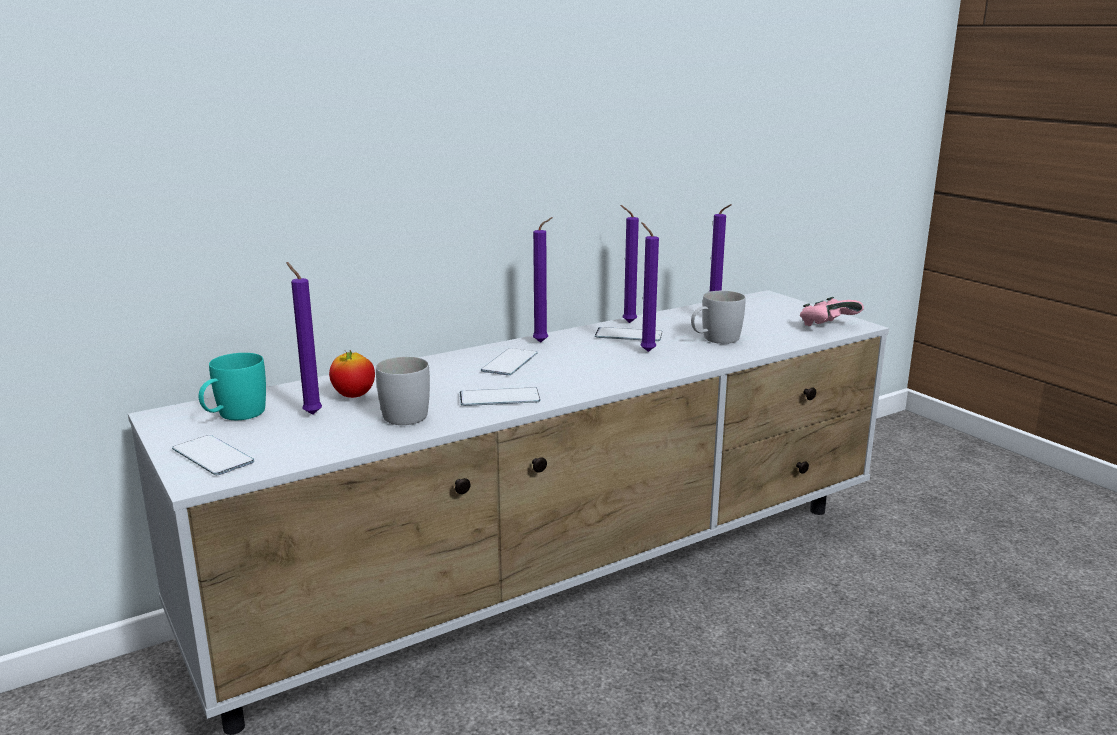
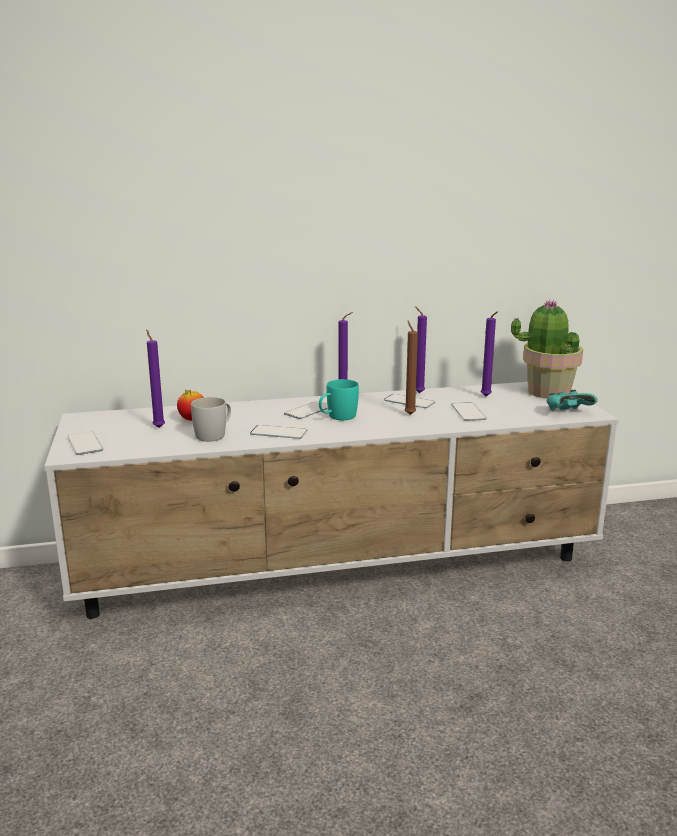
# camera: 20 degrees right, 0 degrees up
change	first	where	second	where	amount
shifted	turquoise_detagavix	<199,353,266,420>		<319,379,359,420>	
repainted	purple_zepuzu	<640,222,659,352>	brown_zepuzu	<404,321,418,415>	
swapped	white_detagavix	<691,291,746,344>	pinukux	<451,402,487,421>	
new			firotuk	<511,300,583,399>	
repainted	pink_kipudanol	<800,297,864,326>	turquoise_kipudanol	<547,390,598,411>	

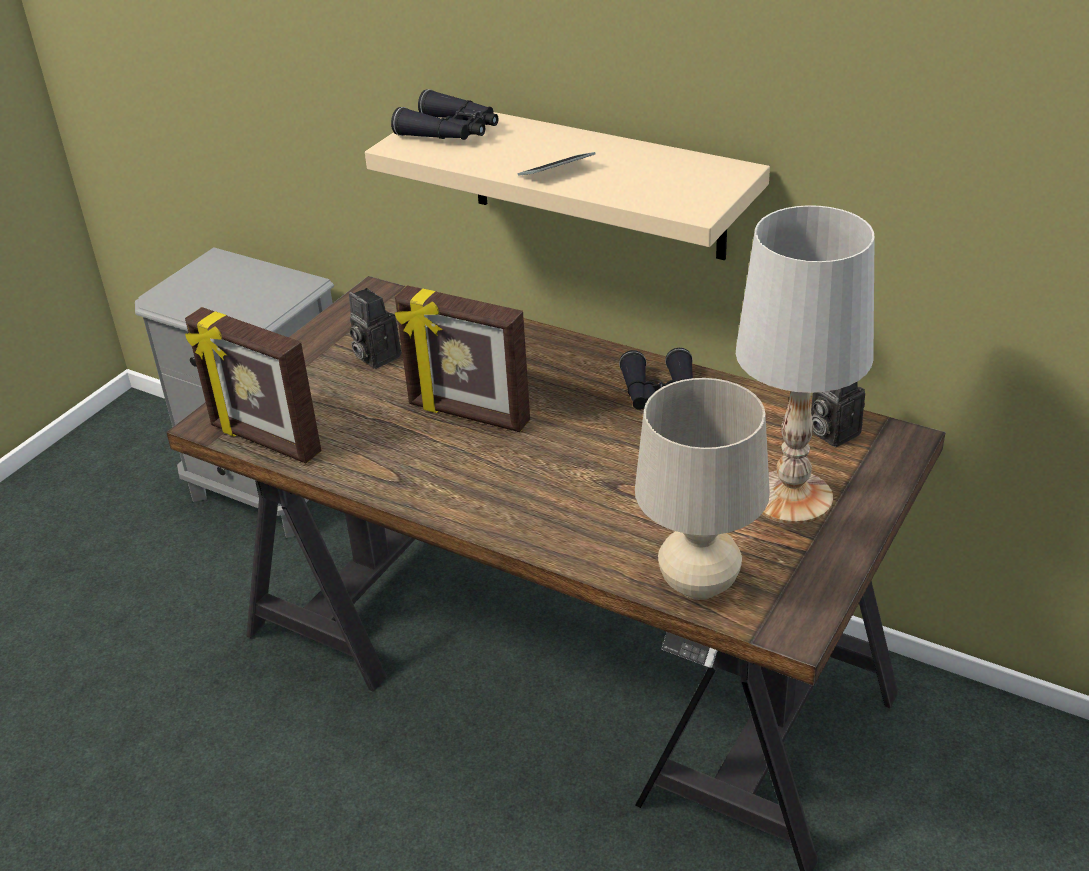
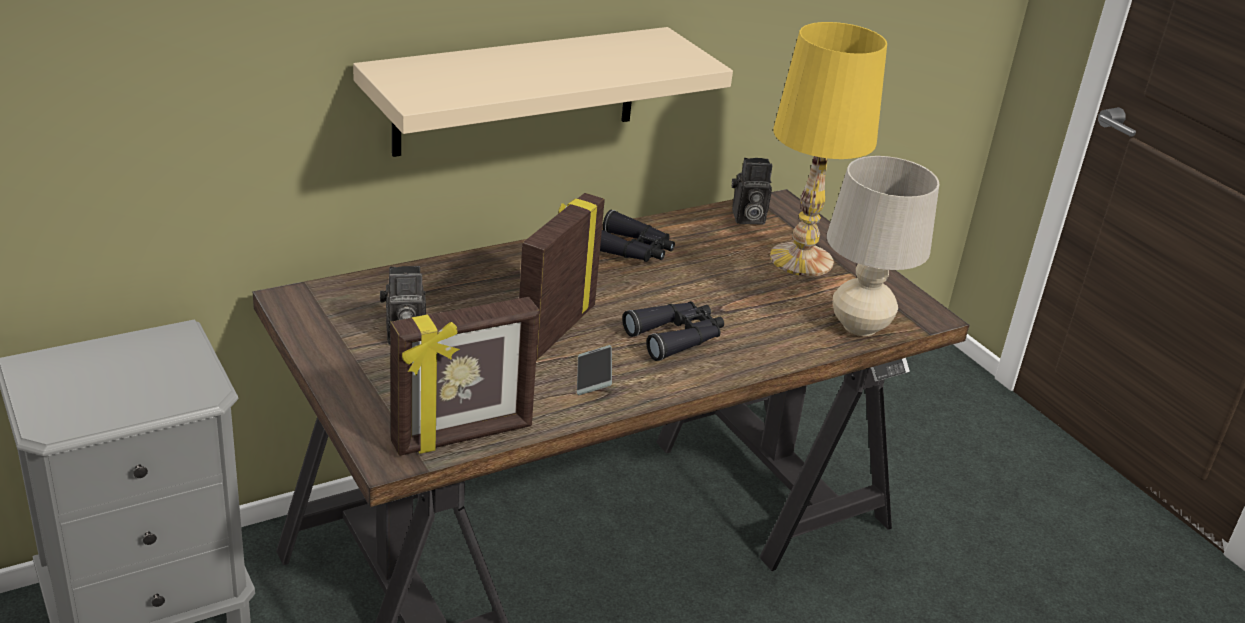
# camera: 65 degrees left, 5 degrees down
change	first	where	second	where	amount
rotated	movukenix	<395,285,530,432>		<519,193,605,361>	150 degrees clockwise
shifted	pinukux	<518,152,595,176>		<577,345,612,395>	
shifted	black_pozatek	<391,89,498,140>		<622,301,724,361>	
repainted	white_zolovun	<736,205,875,524>	yellow_zolovun	<770,22,887,276>	

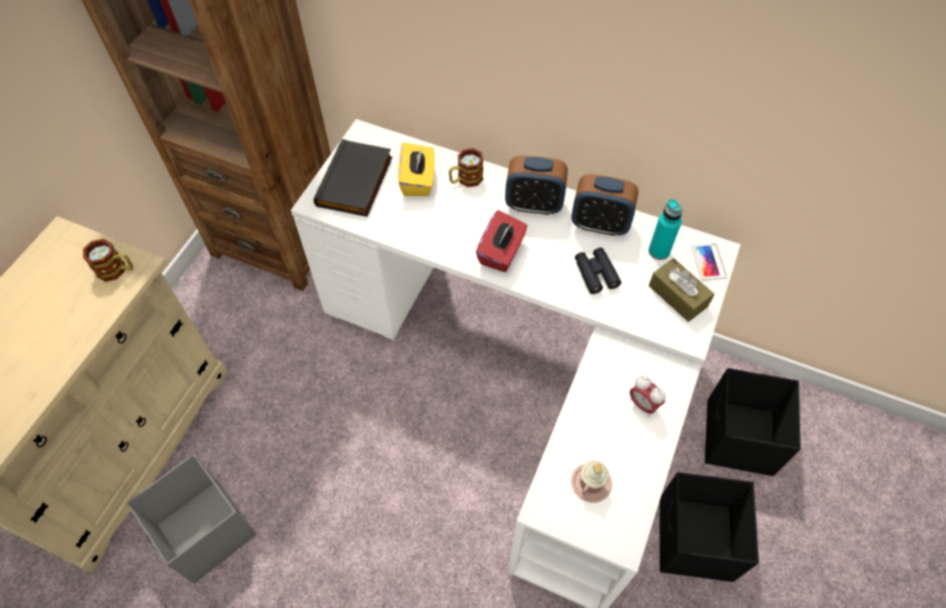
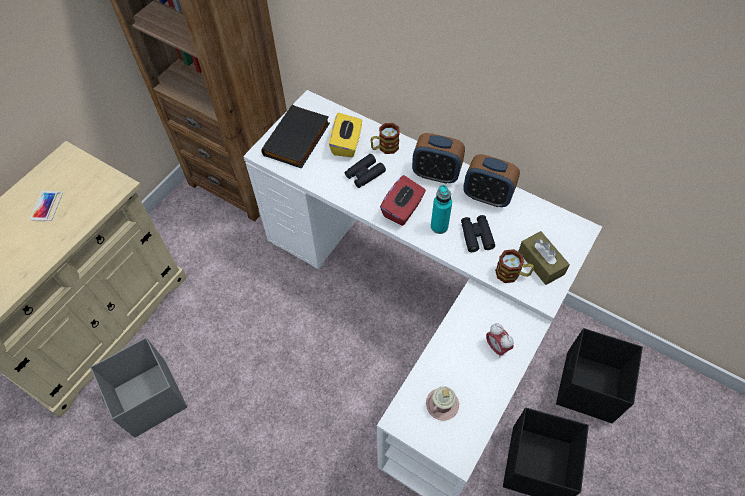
# camera: 10 degrees right, 0 degrees up
change	first	where	second	where	amount
shifted	pinukux	<691,243,728,281>		<30,191,63,221>	
new			black_pozatek	<345,154,386,188>	
shifted	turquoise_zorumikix	<649,199,682,260>		<431,185,452,234>	
shifted	detagavix	<83,239,133,282>		<495,249,534,283>	

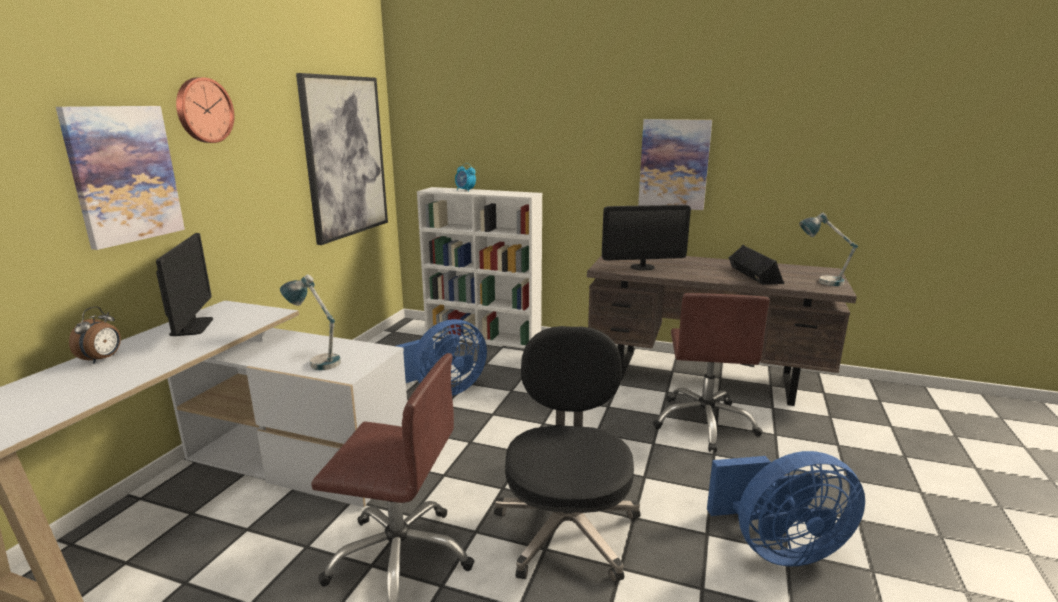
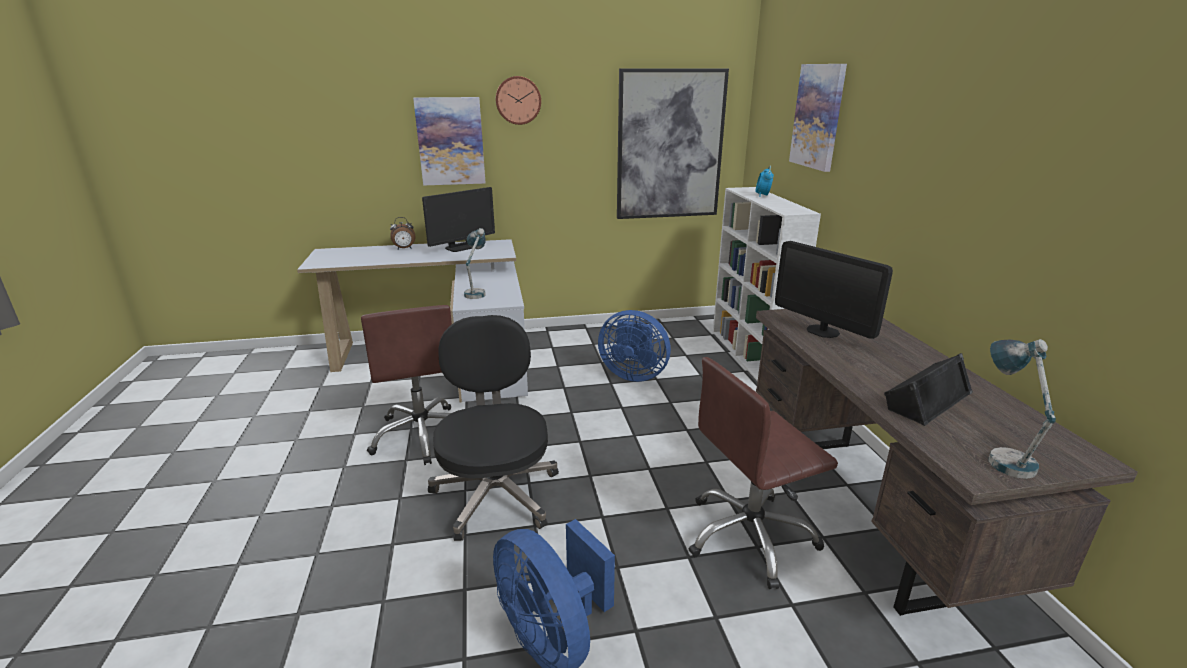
# camera: 60 degrees right, 5 degrees up
change	first	where	second	where	amount
rotated	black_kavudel	<494,326,641,583>		<428,315,559,541>	75 degrees counterclockwise
shifted	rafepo	<638,119,712,210>		<789,64,847,172>	

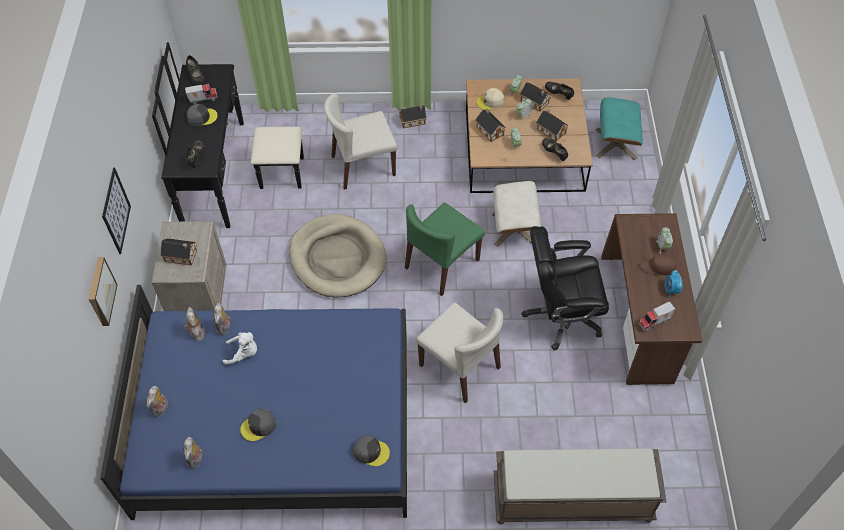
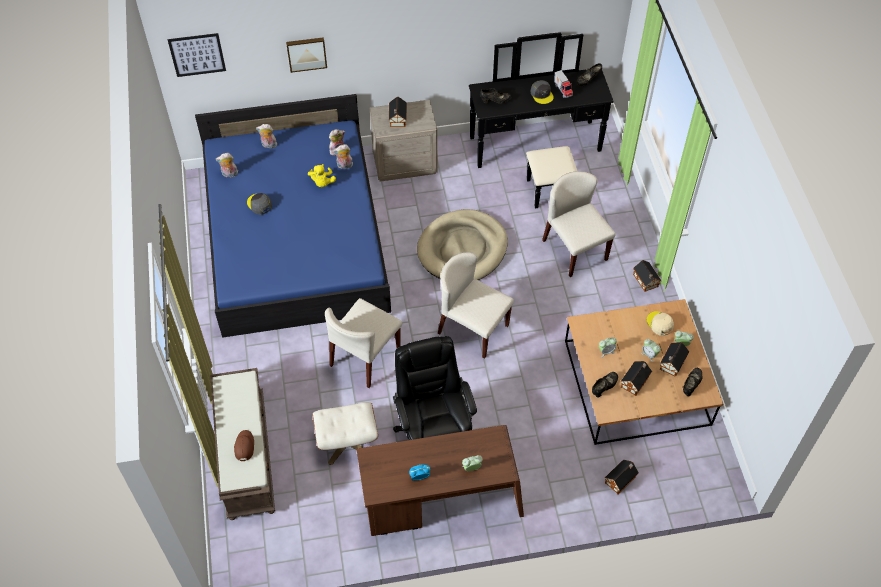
# camera: 80 degrees right, 0 degrees up
change	first	where	second	where	amount
shifted	rafepo	<102,167,131,254>		<168,33,226,77>	
shifted	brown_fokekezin	<640,255,676,275>		<234,430,254,461>	
repainted	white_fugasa	<223,332,257,365>	yellow_fugasa	<308,164,336,187>	
shifted	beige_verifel	<492,181,541,247>		<312,402,378,466>	
repainted	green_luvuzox	<405,203,485,296>	beige_luvuzox	<438,252,514,358>	
shifted	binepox	<475,109,506,142>		<605,460,639,494>	
gone	grey_fokekezin	<353,435,390,466>			
gone	turquoise_verifel	<595,97,643,160>			
gone	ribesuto	<638,302,675,331>			

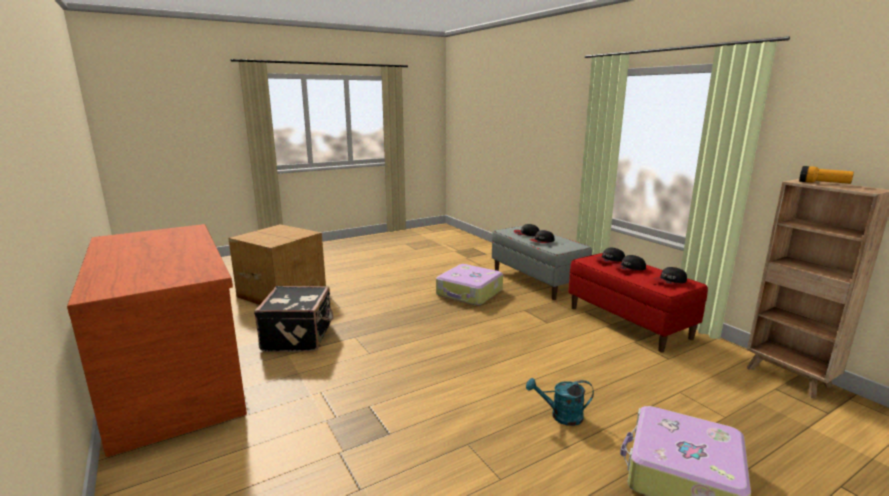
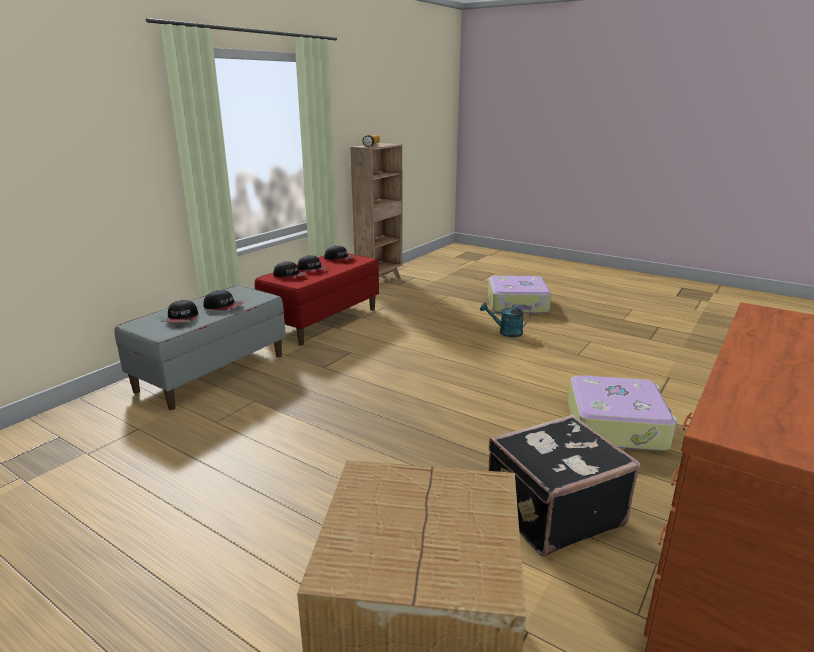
# camera: 115 degrees left, 5 degrees up
change	first	where	second	where	amount
rotated	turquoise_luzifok	<526,378,594,426>		<480,302,530,337>	120 degrees clockwise
shifted	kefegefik	<436,264,503,306>		<568,375,677,451>	

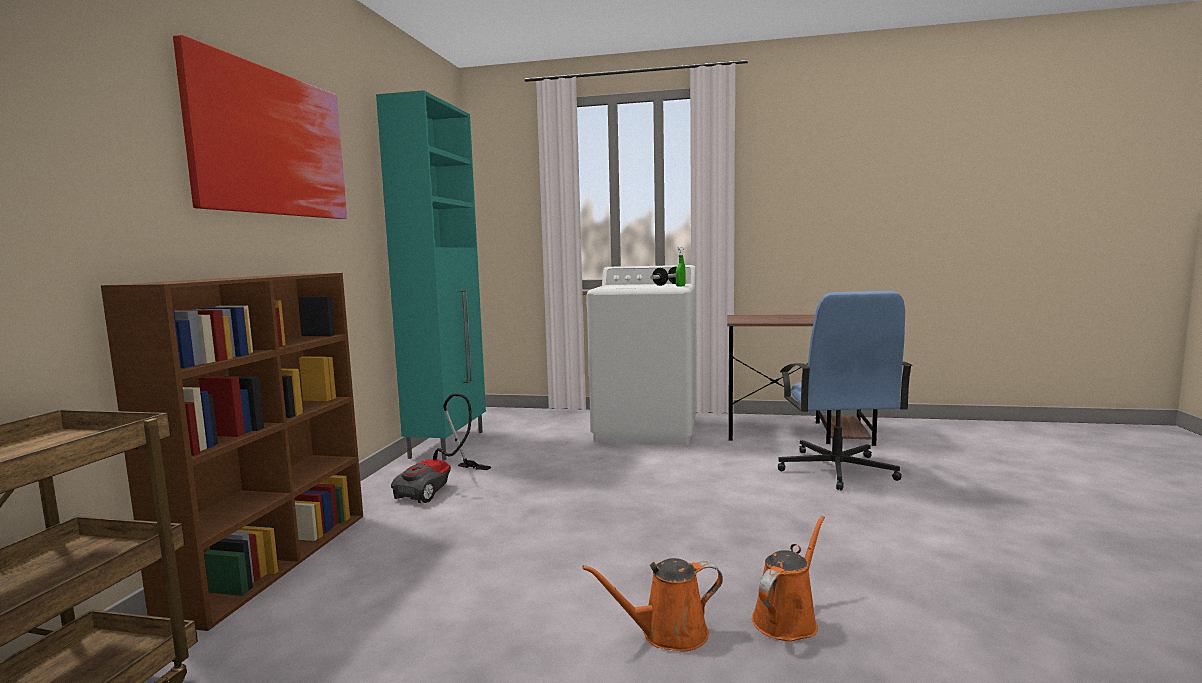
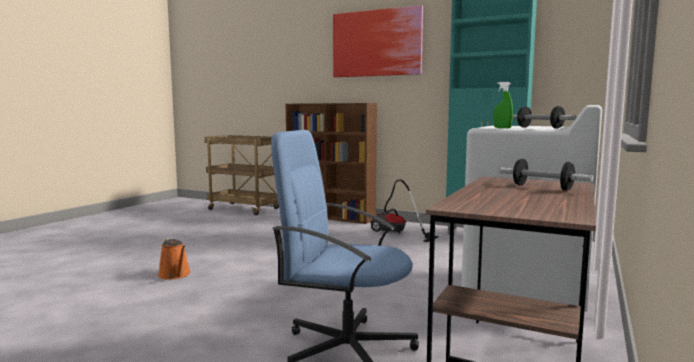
# camera: 105 degrees right, 0 degrees up
change	first	where	second	where	amount
new			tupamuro	<499,159,594,191>	
gone	orange_luzifok	<582,558,723,652>			

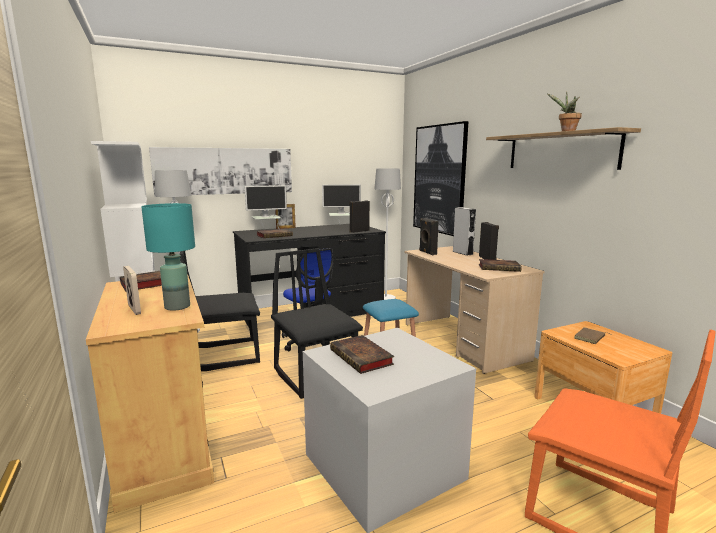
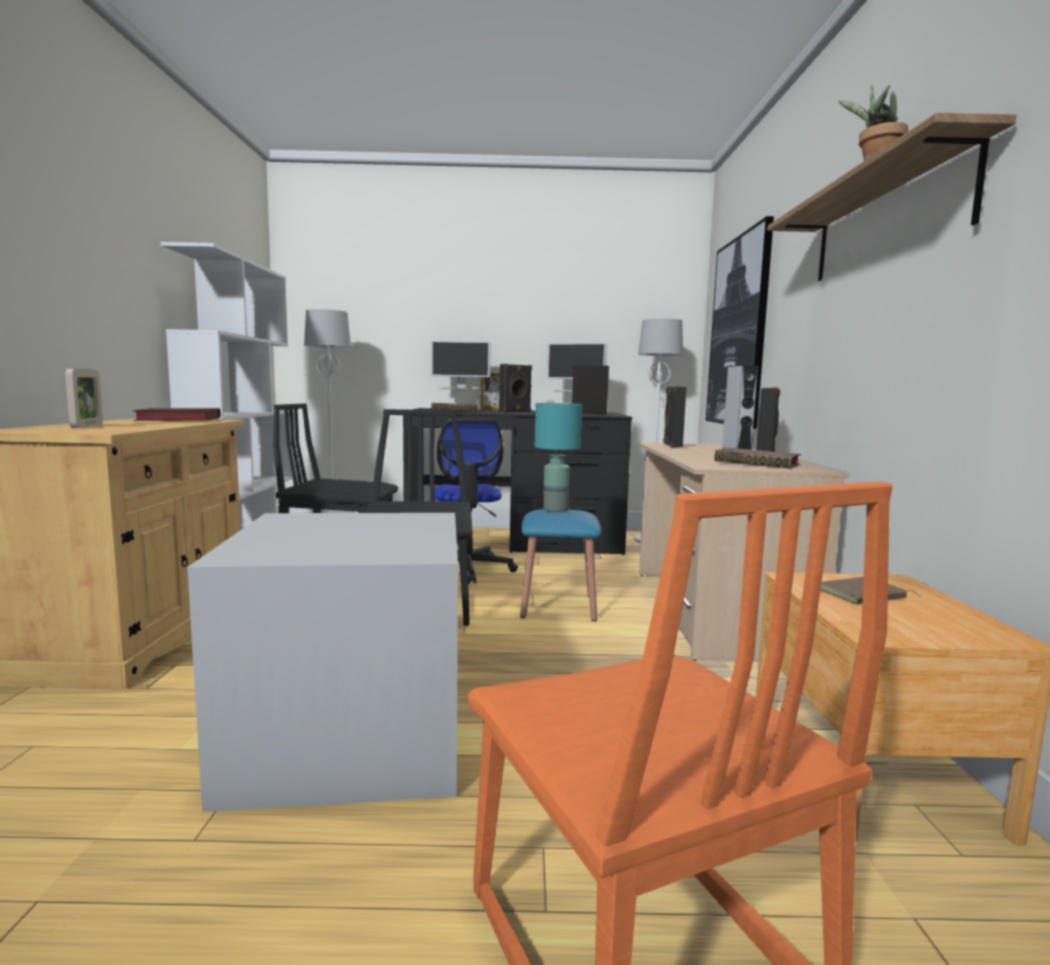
# camera: 25 degrees right, 5 degrees down
change	first	where	second	where	amount
new			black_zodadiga	<499,364,532,412>	
shifted	turquoise_zolovun	<141,203,195,311>		<535,403,582,512>	
gone	rafepo	<149,147,292,196>			
gone	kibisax	<330,335,394,374>			

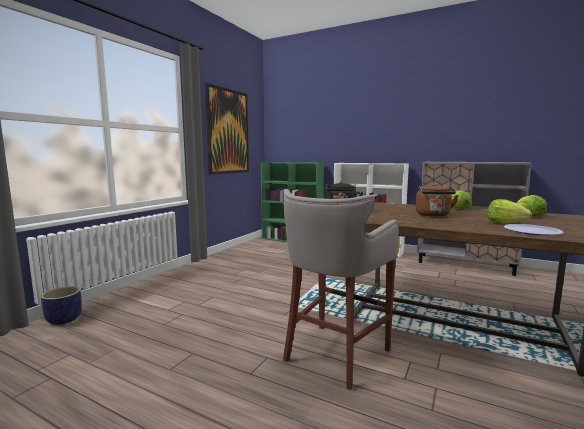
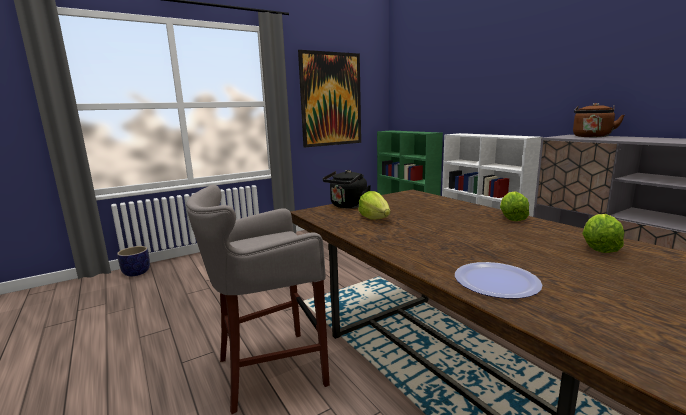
# camera: 30 degrees right, 5 degrees up
change	first	where	second	where	amount
shifted	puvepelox	<487,199,532,224>		<358,191,390,220>	
shifted	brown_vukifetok	<416,183,459,217>		<573,103,624,137>	

